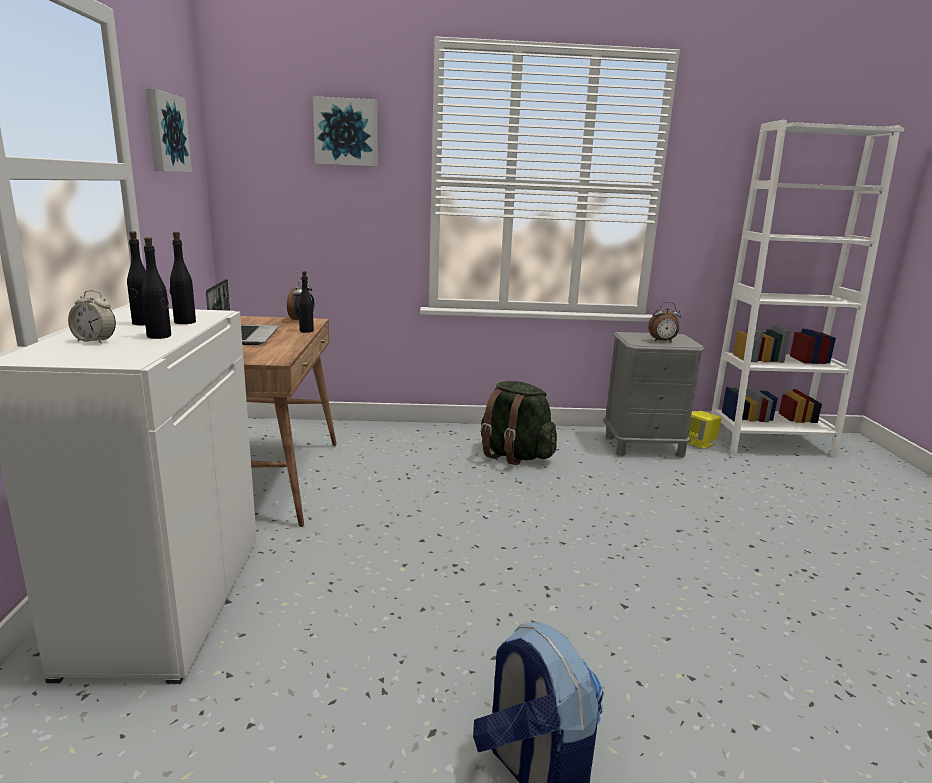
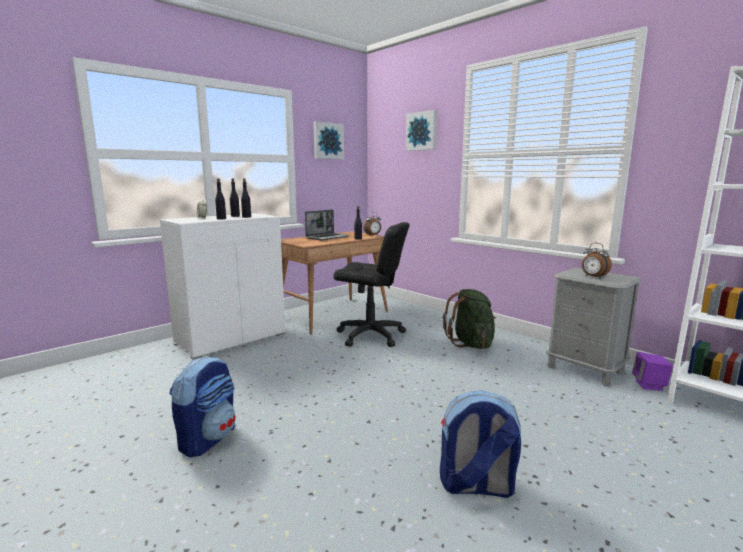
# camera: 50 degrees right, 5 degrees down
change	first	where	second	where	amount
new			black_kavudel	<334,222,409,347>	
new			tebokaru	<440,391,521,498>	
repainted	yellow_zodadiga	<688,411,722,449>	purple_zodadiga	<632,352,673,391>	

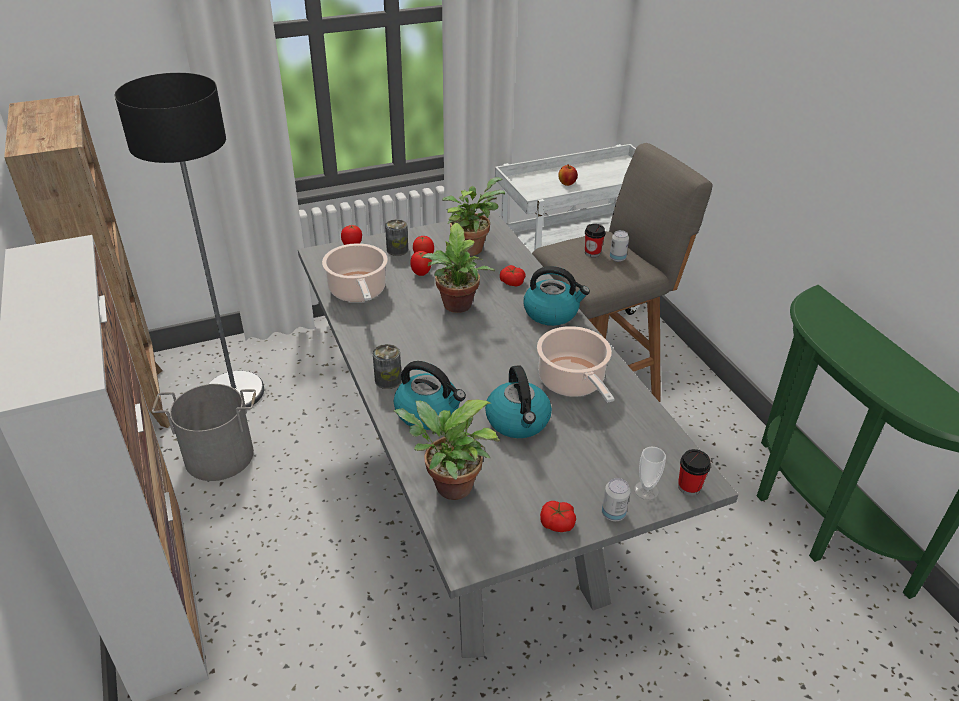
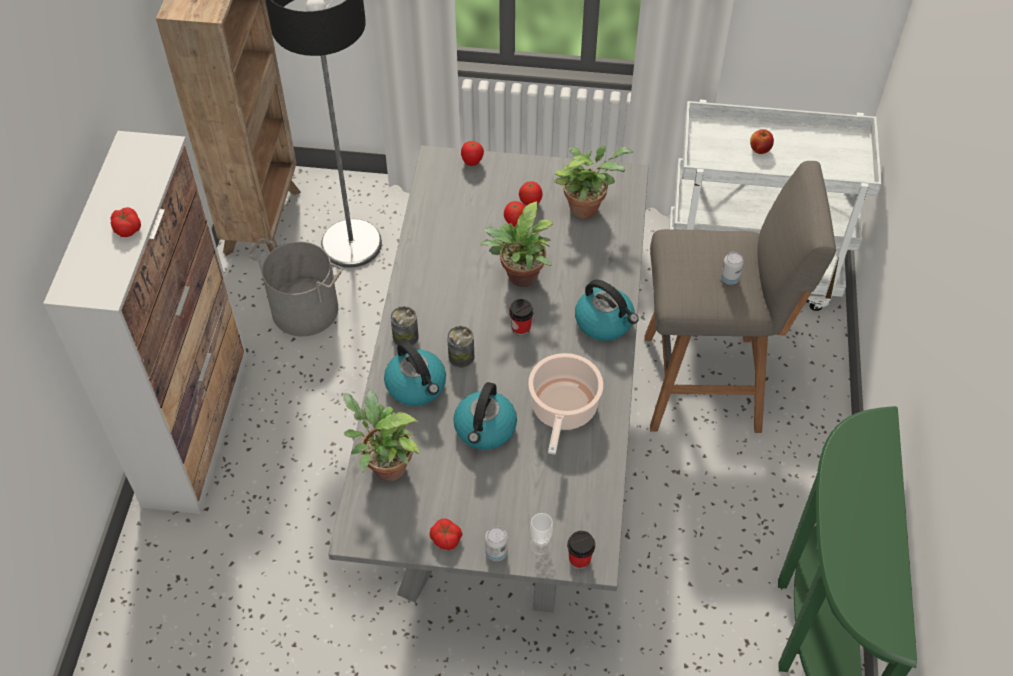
# camera: 30 degrees right, 15 degrees up
change	first	where	second	where	amount
shifted	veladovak	<500,265,526,287>		<110,207,141,237>	
shifted	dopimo	<385,219,408,256>		<447,326,474,368>	
shifted	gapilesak	<585,224,606,257>		<509,299,534,336>	
gone	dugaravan	<322,243,388,302>			

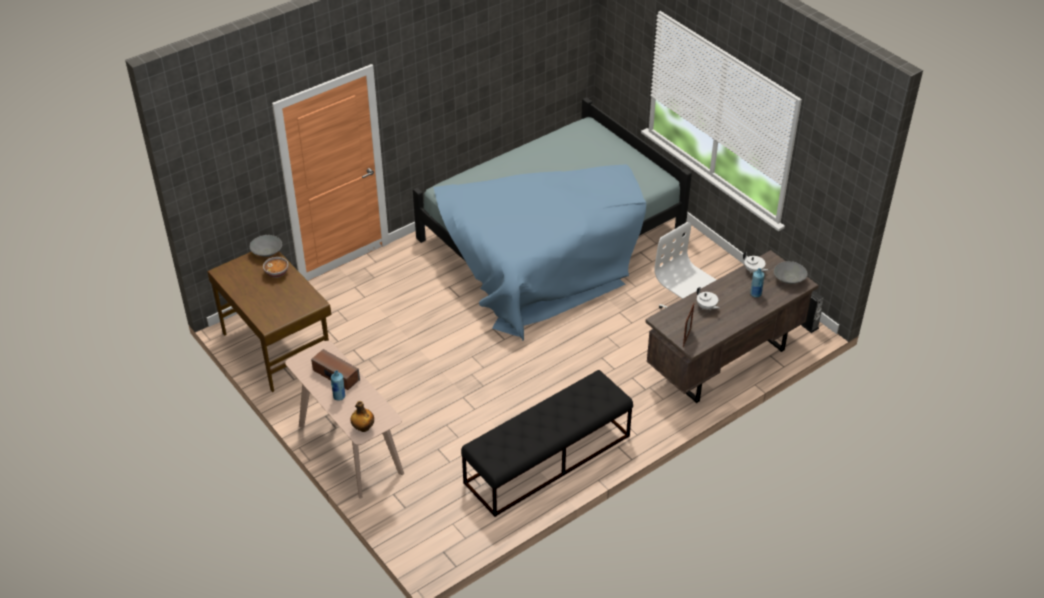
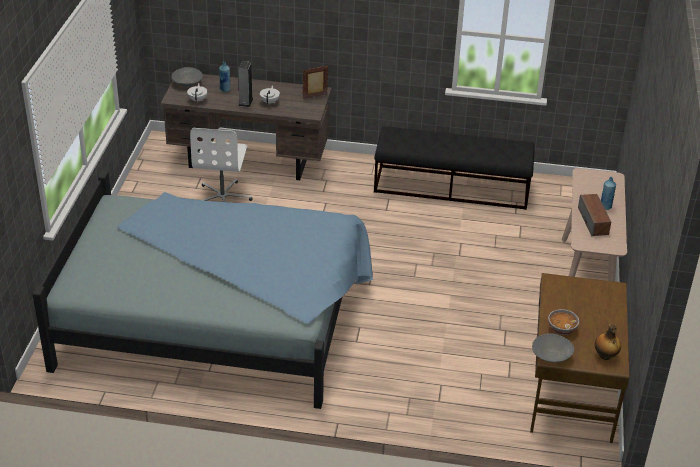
# camera: 135 degrees left, 5 degrees down
change	first	where	second	where	amount
shifted	zodadiga	<801,291,824,333>		<238,61,253,107>	
shifted	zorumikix	<350,401,374,432>		<595,324,621,360>	

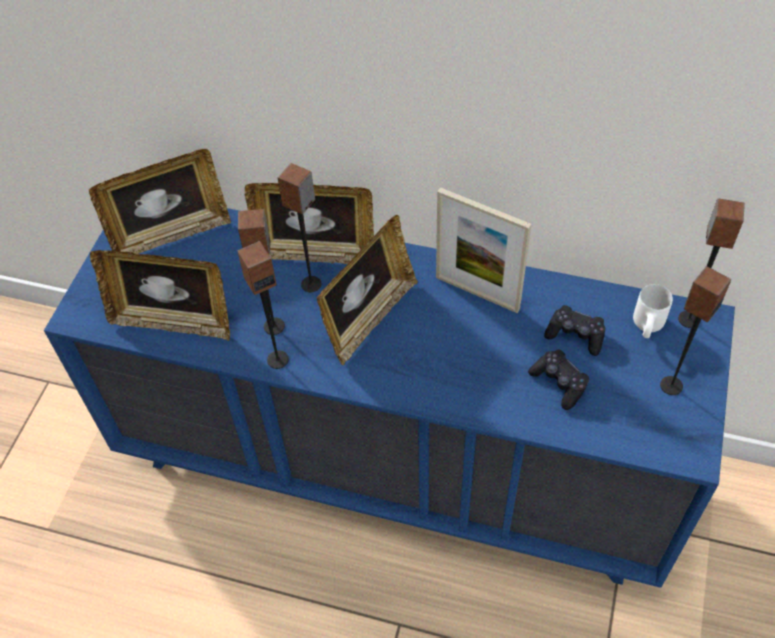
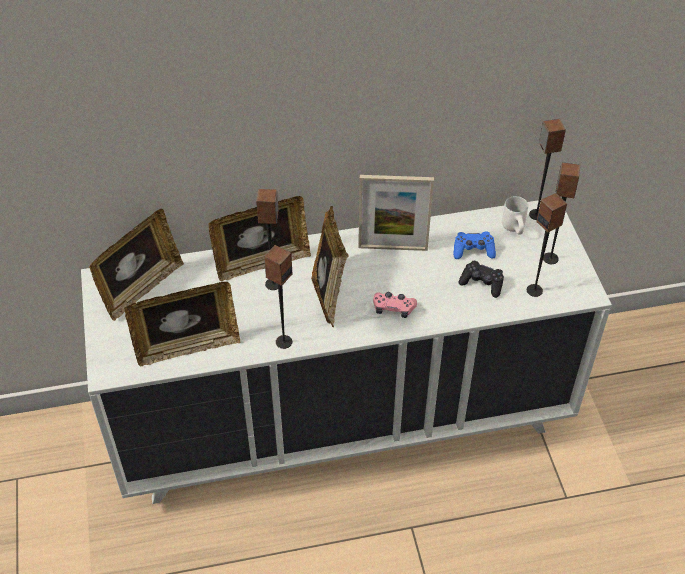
# camera: 30 degrees left, 5 degrees down
change	first	where	second	where	amount
repainted	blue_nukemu	<44,208,735,588>	white_nukemu	<81,200,612,504>	
new			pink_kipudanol	<373,292,417,318>	
repainted	black_kipudanol	<544,305,605,356>	blue_kipudanol	<453,232,496,259>	
shifted	zodadiga	<238,209,285,335>		<527,193,567,297>	

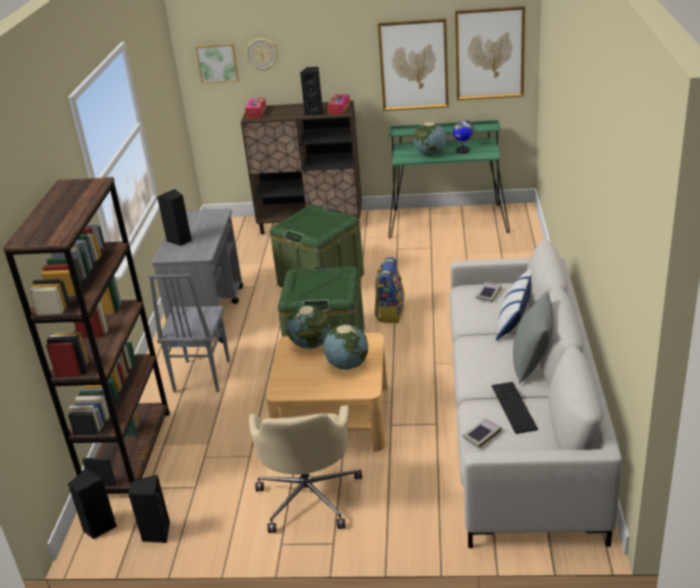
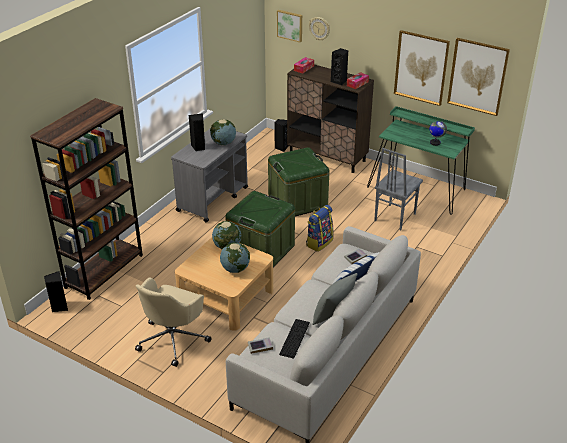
# camera: 25 degrees right, 5 degrees up
change	first	where	second	where	amount
shifted	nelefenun	<413,122,446,156>		<210,119,236,145>	
shifted	black_zodadiga	<128,475,170,543>		<274,119,289,152>	
shifted	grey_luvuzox	<149,274,230,392>		<374,148,423,231>	

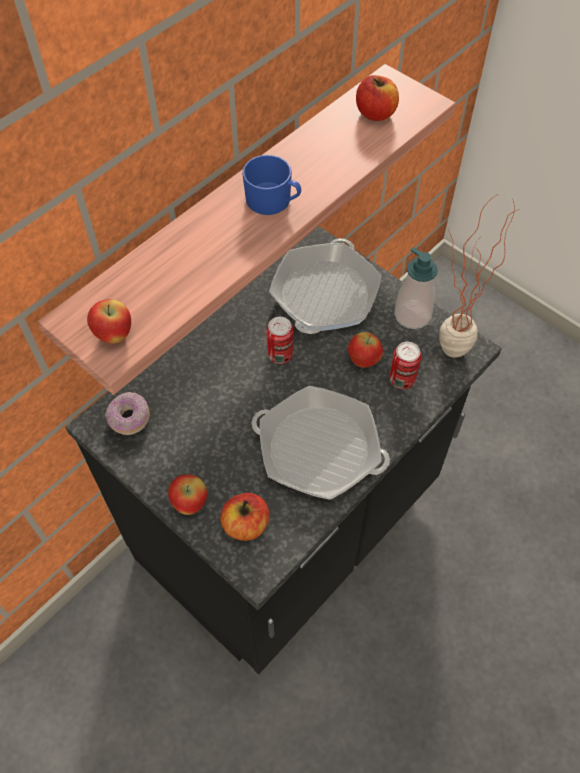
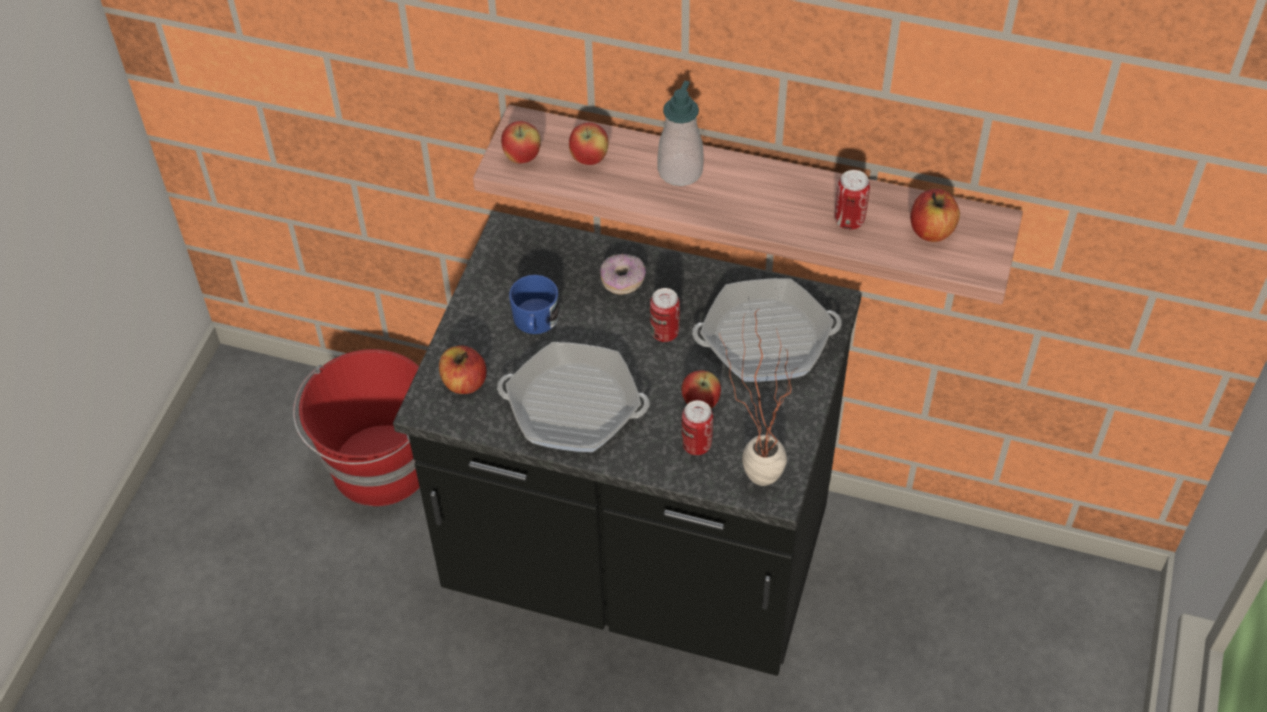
# camera: 65 degrees right, 5 degrees down
change	first	where	second	where	amount
new			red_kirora	<293,349,419,506>	
rotated	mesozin	<252,386,390,500>		<497,342,649,452>	105 degrees clockwise
shifted	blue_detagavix	<242,155,301,215>		<509,275,559,334>	
shifted	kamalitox	<168,474,207,515>		<569,122,609,165>	
shifted	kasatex	<105,392,150,435>		<600,254,646,295>	
shifted	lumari	<394,247,438,329>		<657,81,704,186>	
new			dopimo	<835,170,870,230>	

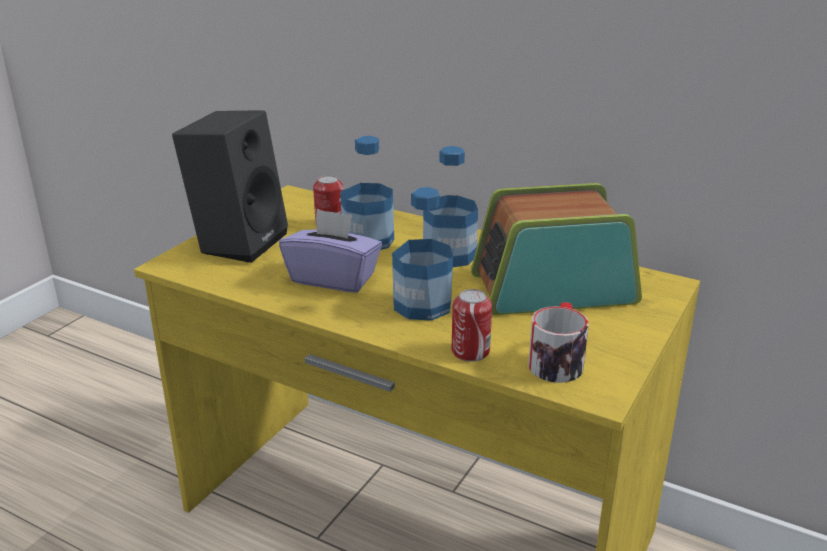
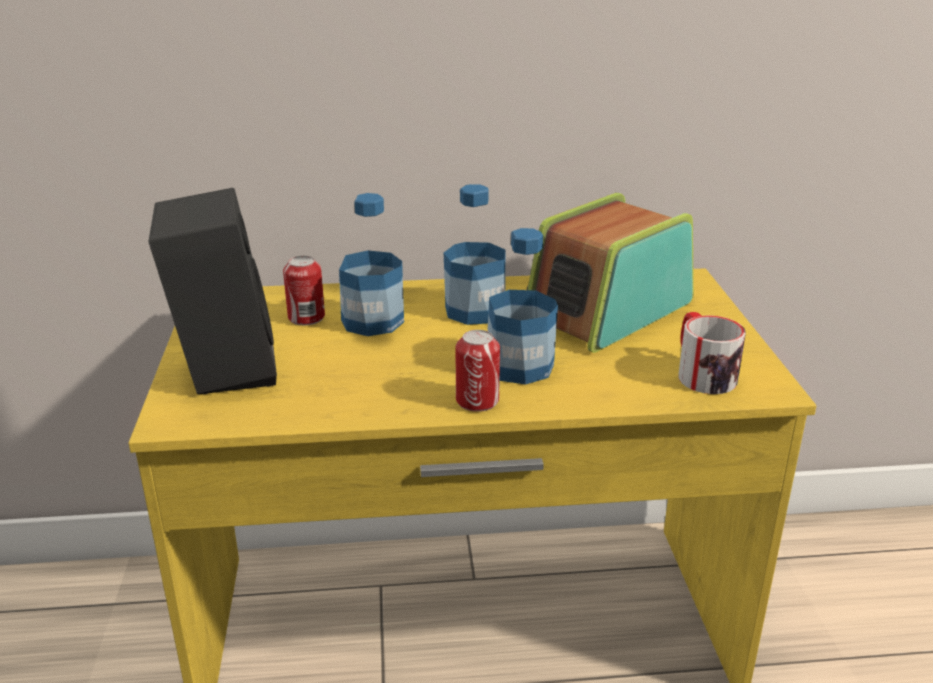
# camera: 35 degrees left, 0 degrees up
change	first	where	second	where	amount
shifted	dopimo	<452,289,492,362>		<456,330,500,412>	
gone	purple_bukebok	<279,209,382,293>			

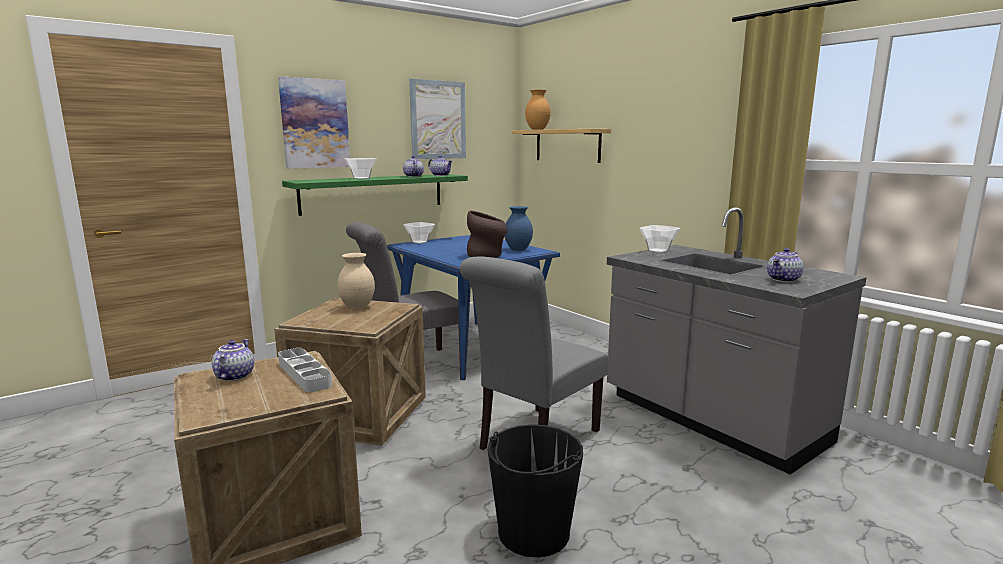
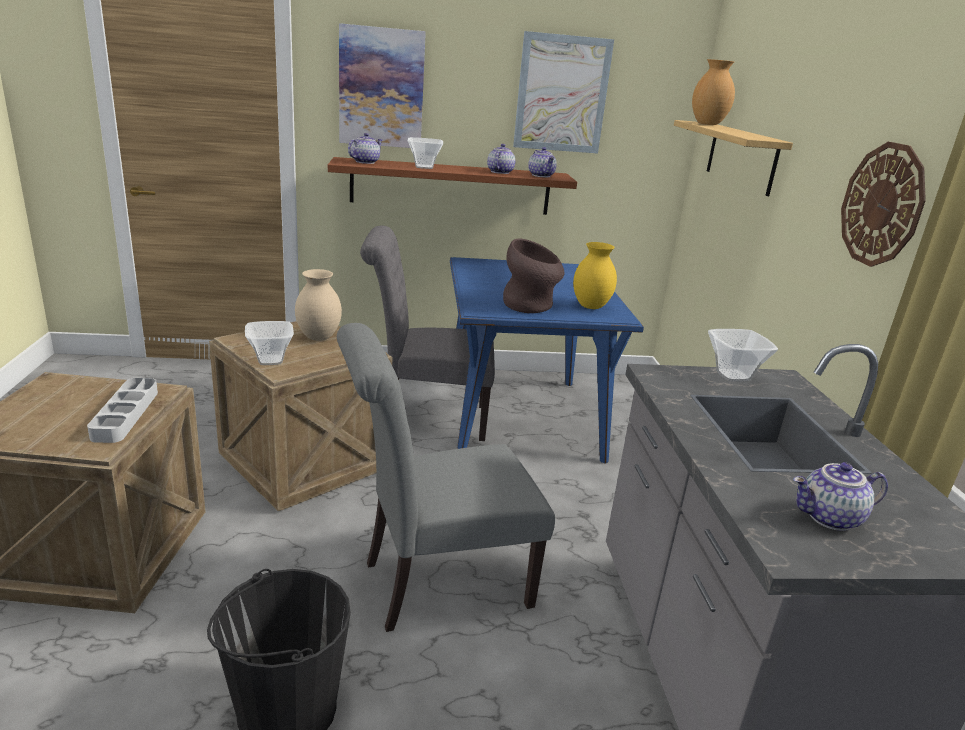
# camera: 30 degrees right, 10 degrees up
change	first	where	second	where	amount
shifted	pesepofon	<403,222,435,244>		<245,321,294,365>	
repainted	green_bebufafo	<282,174,468,216>	brown_bebufafo	<328,157,577,215>	
shifted	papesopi	<212,339,254,381>		<348,133,383,164>	
repainted	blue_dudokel	<505,206,533,251>	yellow_dudokel	<573,242,617,309>	
new			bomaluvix	<841,142,926,267>	

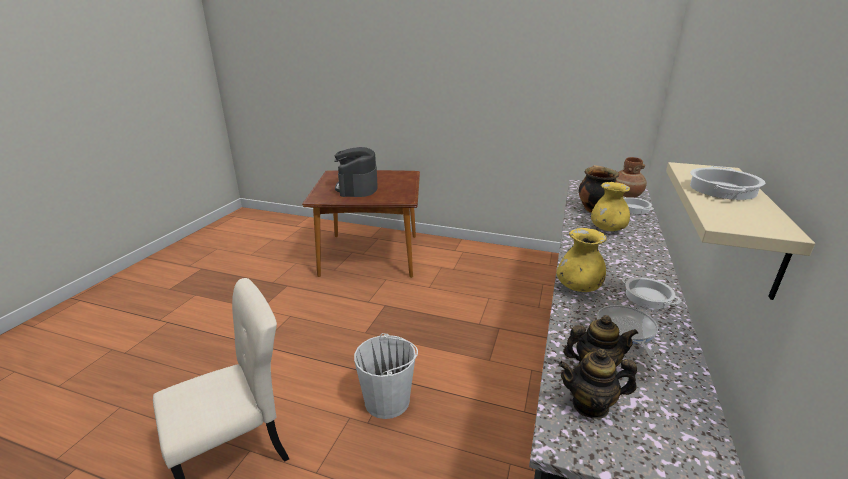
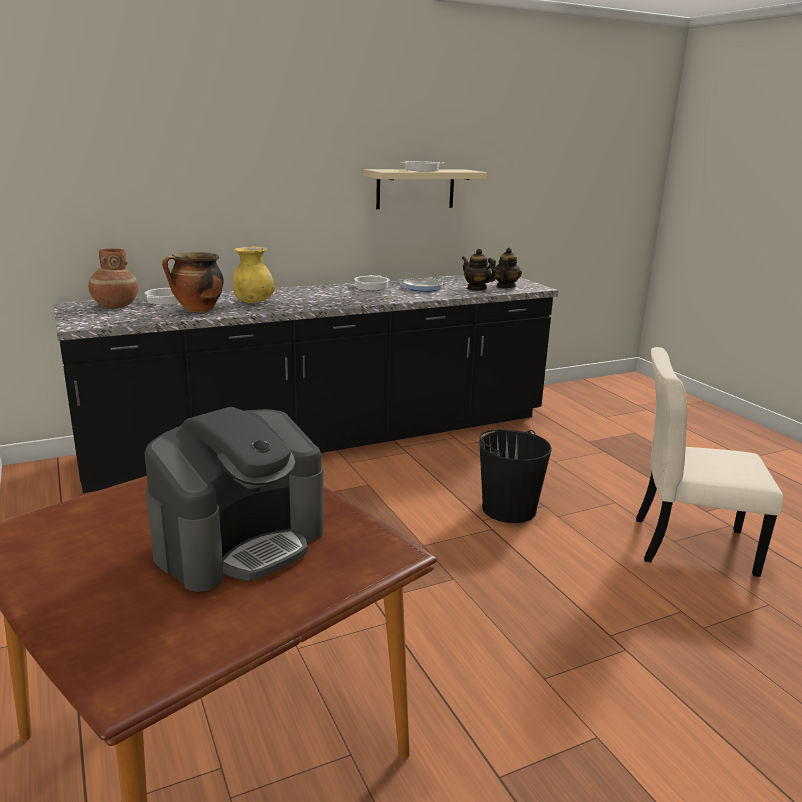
# camera: 135 degrees left, 5 degrees down
change	first	where	second	where	amount
repainted	white_kirora	<354,333,418,419>	black_kirora	<479,430,552,523>	
rotated	papesopi	<558,349,637,419>		<495,248,522,288>	120 degrees counterclockwise
gone	yellow_dudokel	<556,228,607,292>			

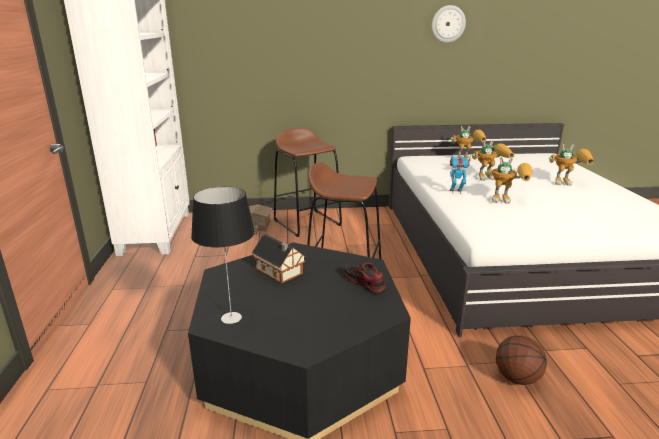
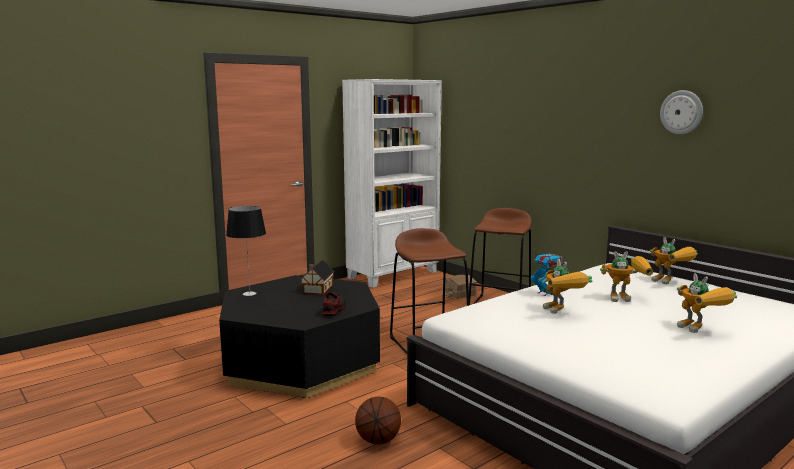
# camera: 55 degrees right, 10 degrees down
change	first	where	second	where	amount
rotated	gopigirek	<472,140,515,181>		<600,251,653,302>	45 degrees counterclockwise

